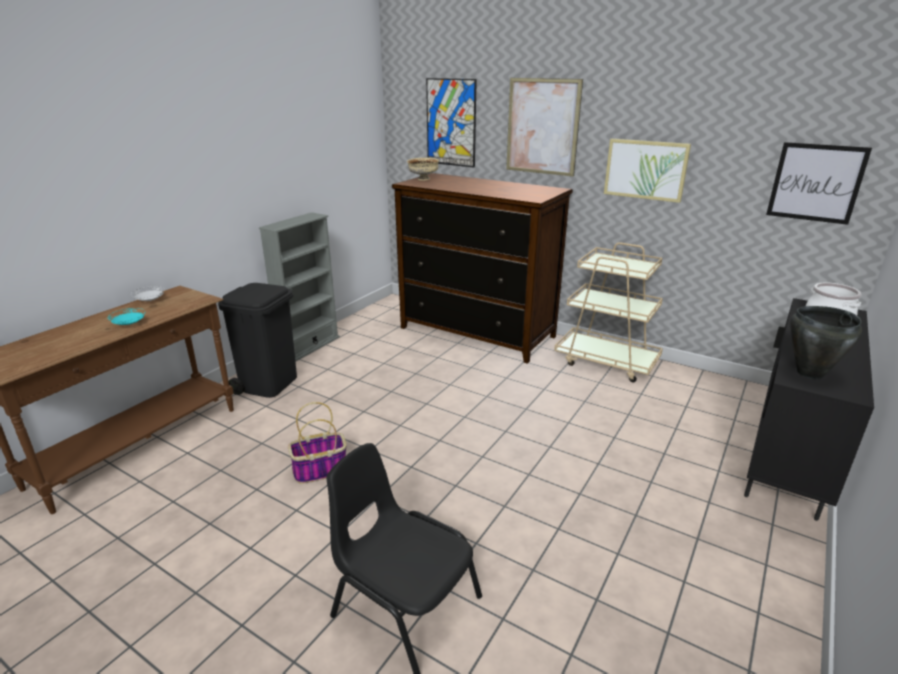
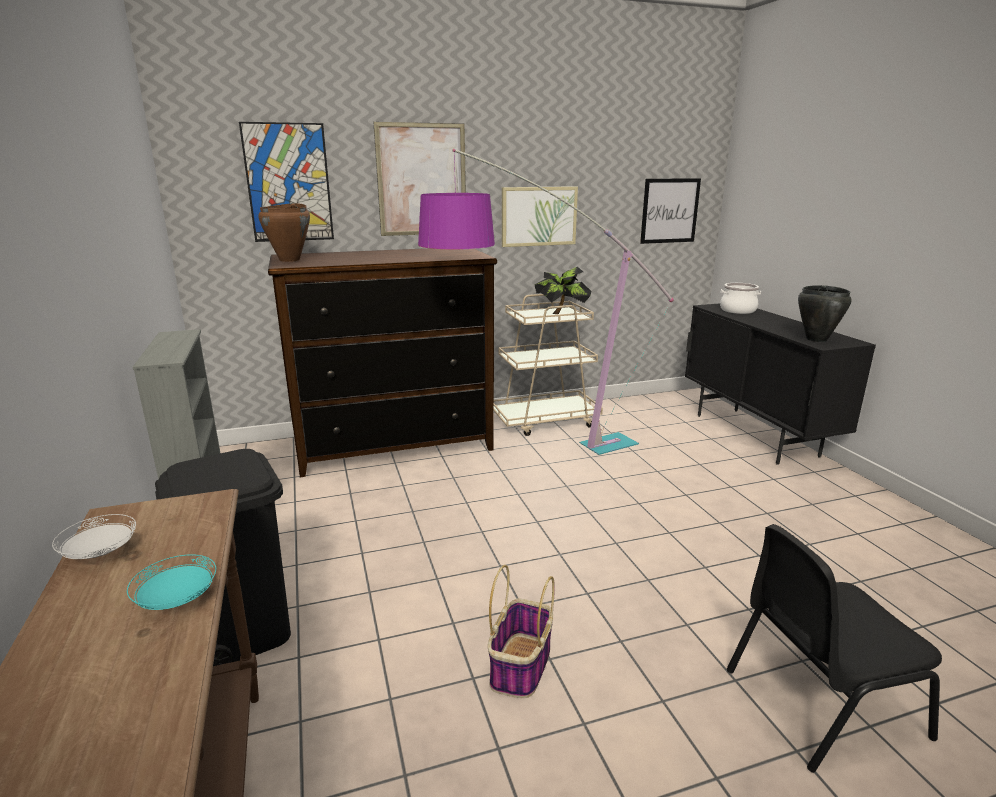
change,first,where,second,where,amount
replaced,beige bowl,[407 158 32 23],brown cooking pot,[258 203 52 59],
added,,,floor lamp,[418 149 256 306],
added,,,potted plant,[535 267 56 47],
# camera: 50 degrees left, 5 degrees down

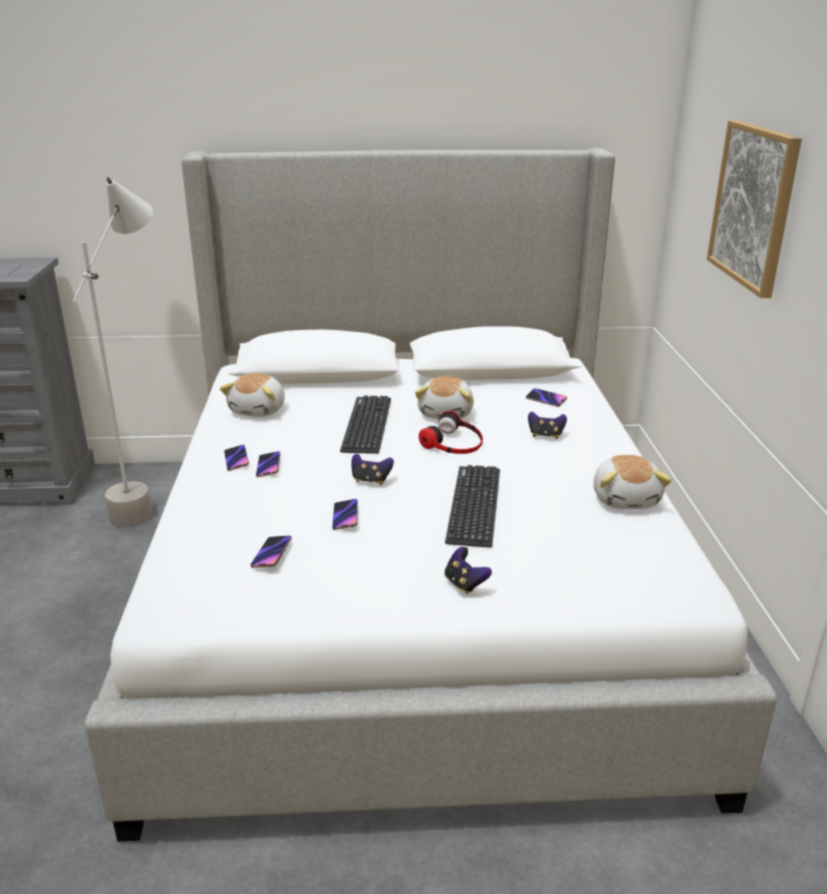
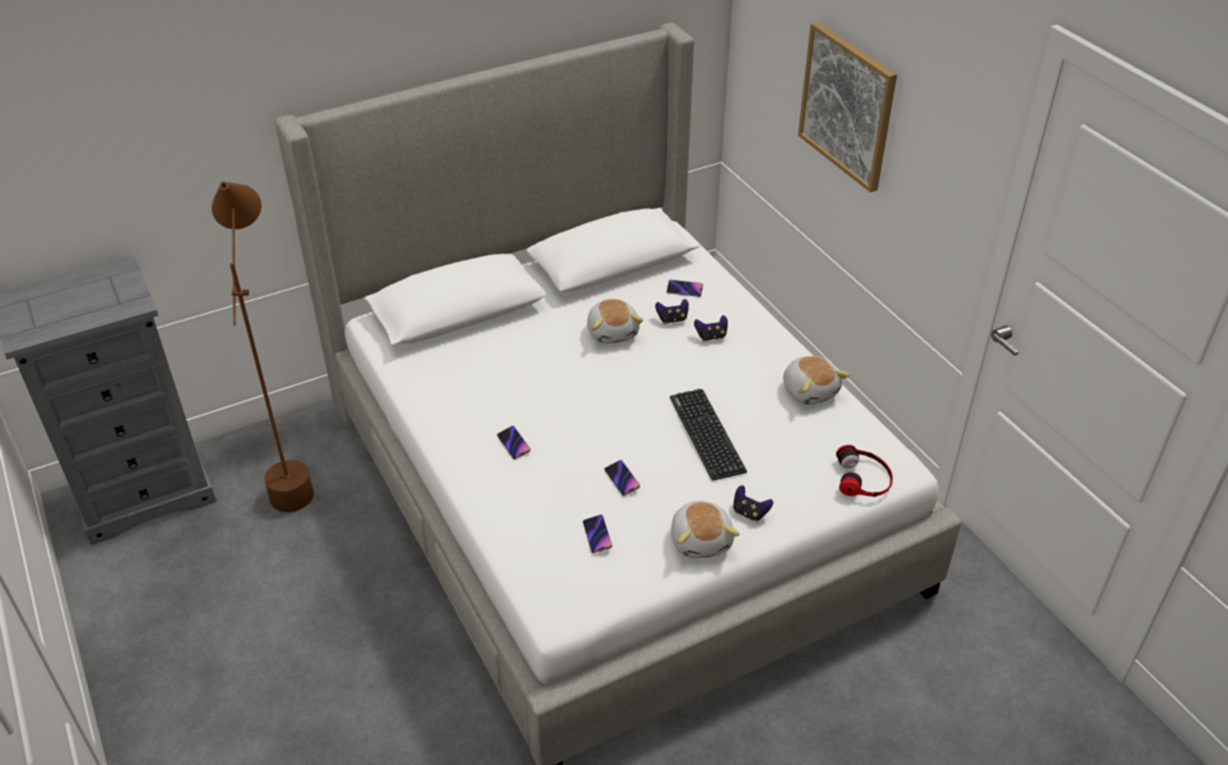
change,first,where,second,where,amount
recoloured,grey floor lamp,[73 177 80 350],brown floor lamp,[212 181 102 331],
moved,plush toy,[220 374 65 43],,[671 501 68 57],
removed,phone,[224 445 25 26],,,
removed,keyboard,[340 395 51 59],,,
moved,game controller,[351 453 43 32],,[655 299 34 25],
moved,headphones,[419 411 64 43],,[836 445 57 52],
# camera: 25 degrees left, 15 degrees up

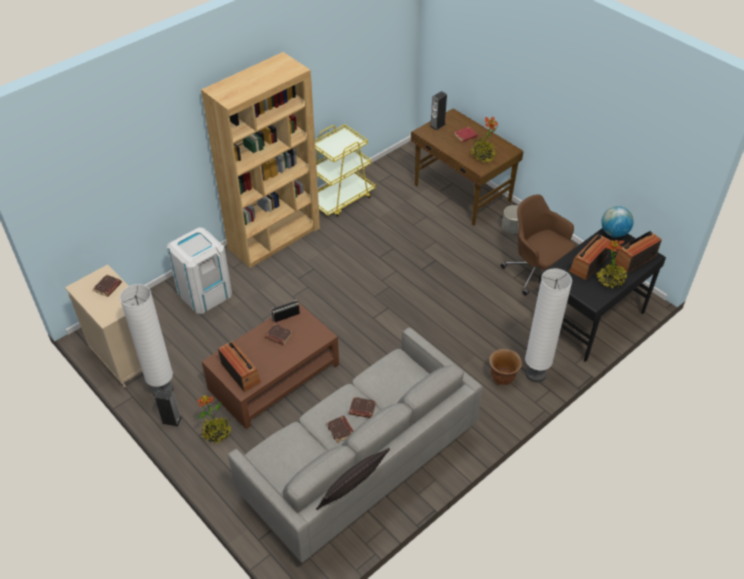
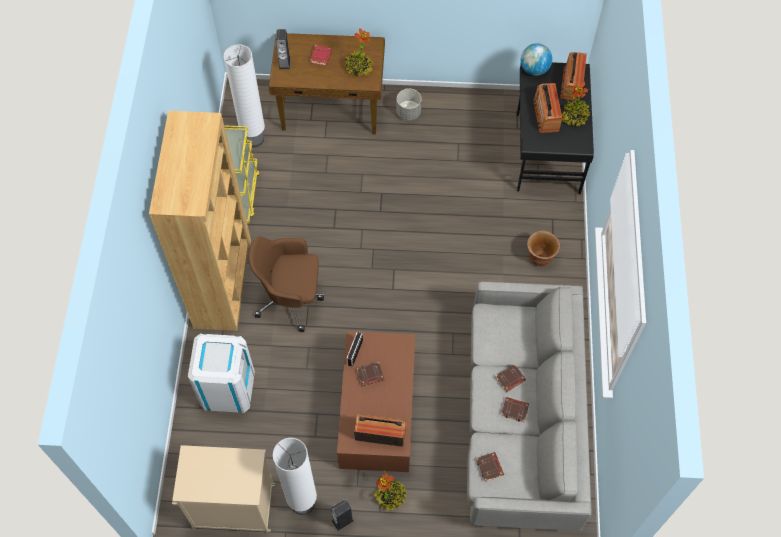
change,first,where,second,where,amount
moved,brown book,[93 275 29 22],,[476 452 28 30],
removed,pillow,[316 448 74 62],,,
moved,brown office chair,[500 194 75 102],,[249 236 75 96],
moved,white floor lamp,[525 269 47 113],,[224 44 41 103],
# camera: 45 degrees left, 15 degrees up

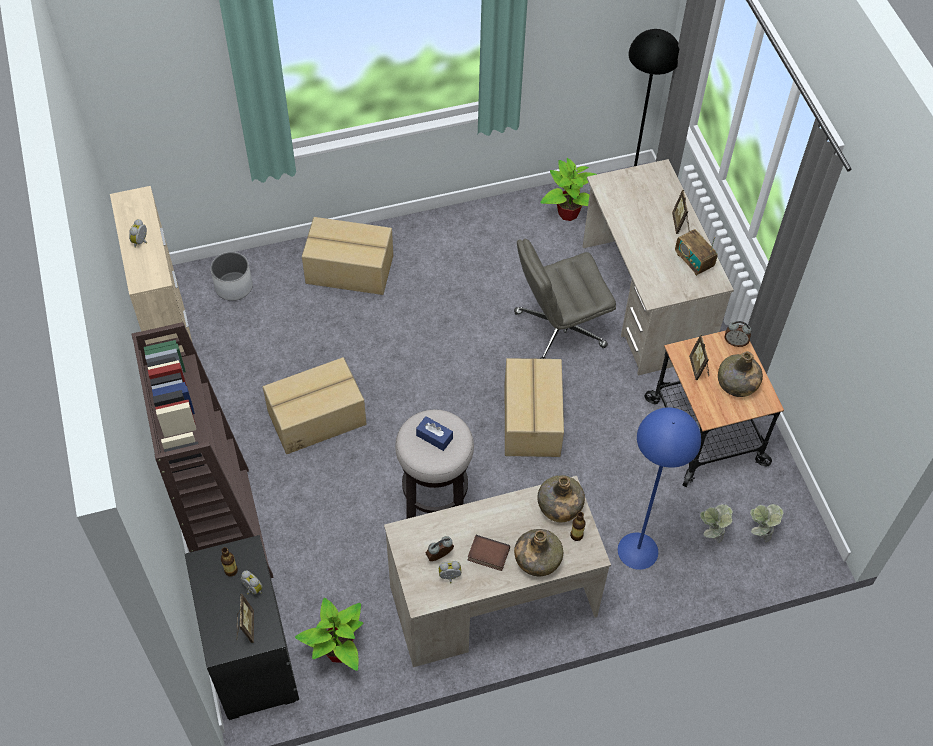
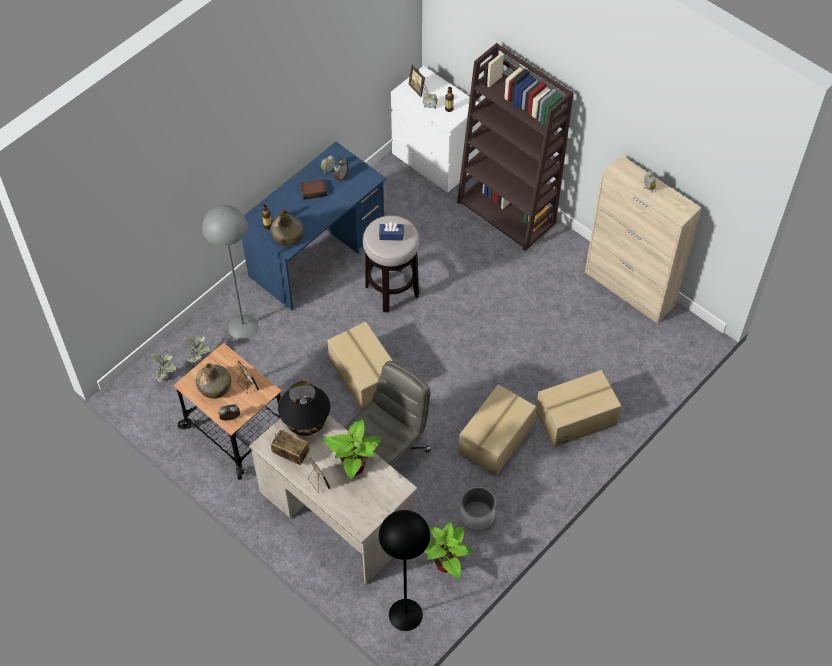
change,first,where,second,where,amount
recoloured,black dresser,[185 535 114 185],white dresser,[391 66 90 127],
moved,white planter,[211 252 42 49],,[460 487 36 43],
moved,cardboard box,[263 357 104 97],,[459 384 77 92],
moved,potted plant,[295 598 68 73],,[323 419 59 60],
recoloured,beige desk,[384 476 227 191],blue desk,[242 142 144 168],
removed,green bottle,[514 529 49 47],,,
recoloured,blue floor lamp,[618 407 83 163],grey floor lamp,[202 205 56 134],
added,,,black table lamp,[278 381 52 55],
# camera: 150 degrees right, 0 degrees up

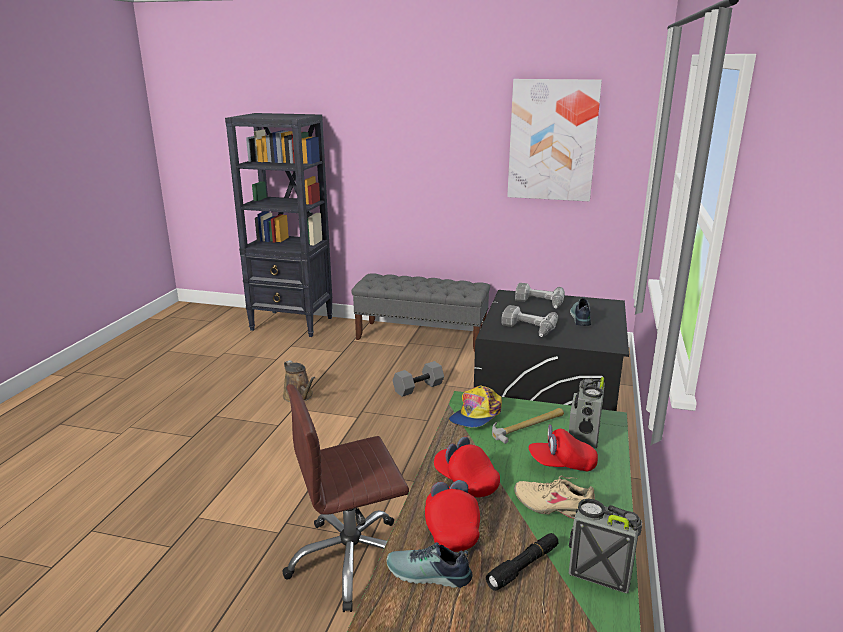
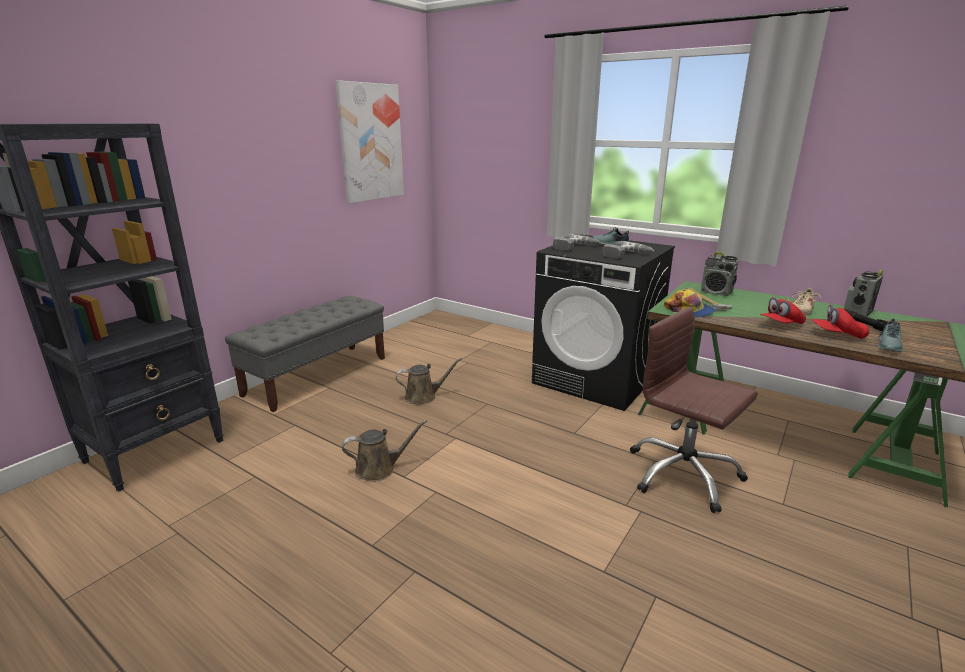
change,first,where,second,where,amount
turned,brown office chair,[282 384 127 228],,[630 306 128 207],135 degrees clockwise
replaced,grey dumbbell,[393 361 51 36],brown watering can,[396 358 66 47],
removed,red cap,[528 424 70 48],,,
# camera: 70 degrees left, 0 degrees up

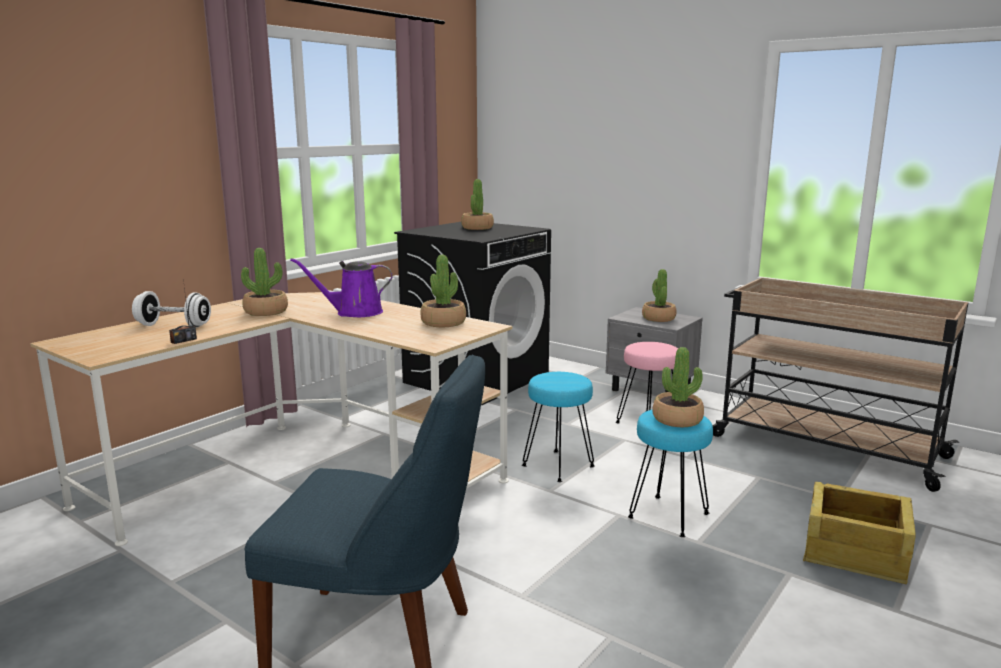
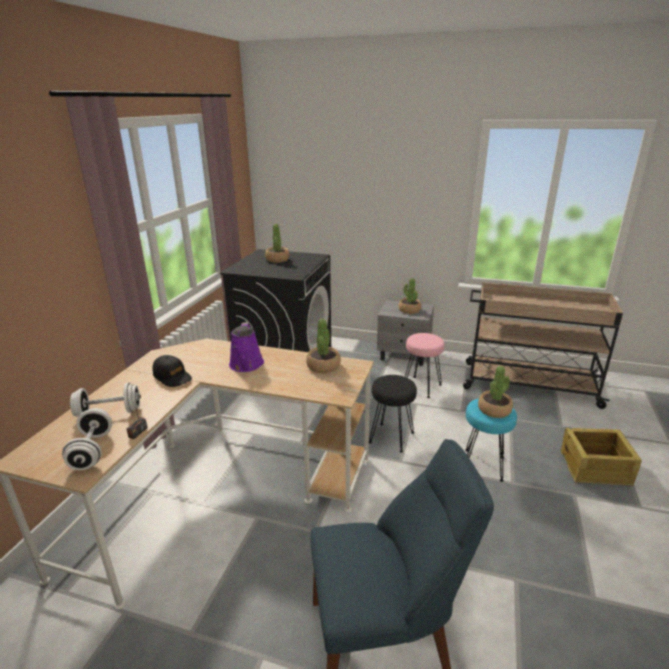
change,first,where,second,where,amount
replaced,potted plant,[241 248 47 68],black cap,[153 355 39 32],
turned,purple watering can,[290 258 102 59],,[229 322 35 50],60 degrees counterclockwise
recoloured,turquoise stool,[522 372 73 110],black stool,[369 375 48 78],
added,,,white dumbbell,[62 408 50 62],
# camera: 20 degrees left, 10 degrees up

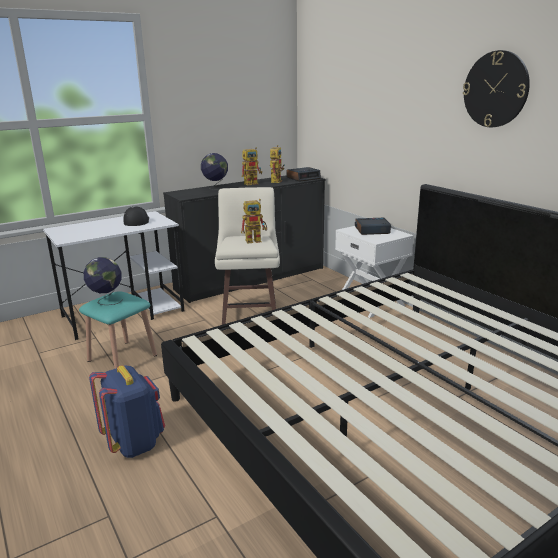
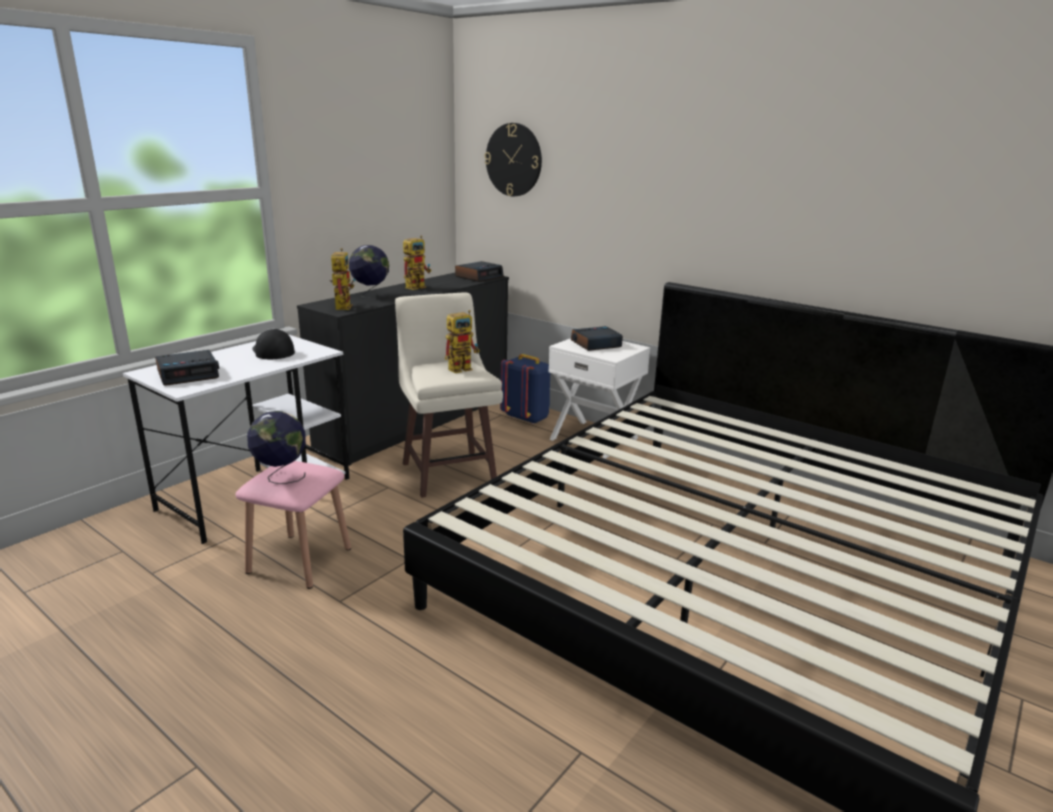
change,first,where,second,where,amount
recoloured,turquoise stool,[79 291 78 78],pink stool,[235 461 116 128],
moved,blue backpack,[89 366 76 92],,[500 354 50 70],
moved,toy robot,[270 145 15 38],,[329 248 27 62],
moved,wall clock,[463 50 67 77],,[485 123 57 73],
added,,,alarm clock,[155 350 64 36],
# camera: 20 degrees left, 0 degrees up

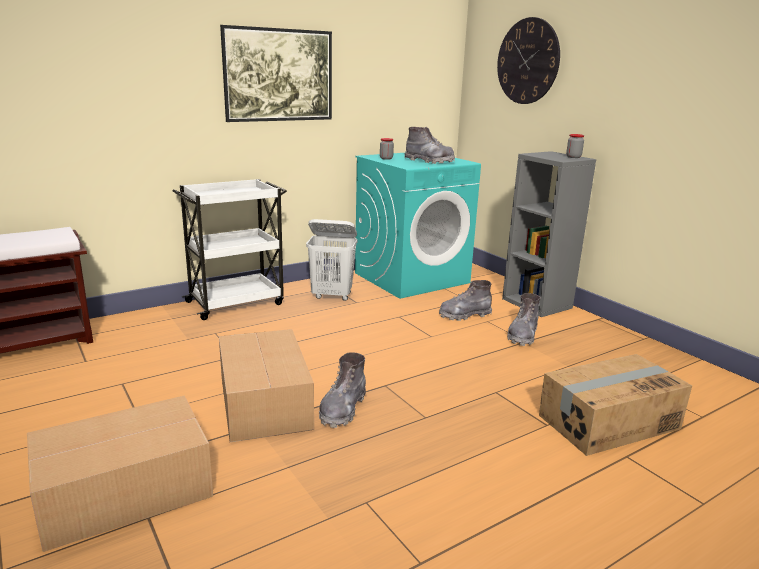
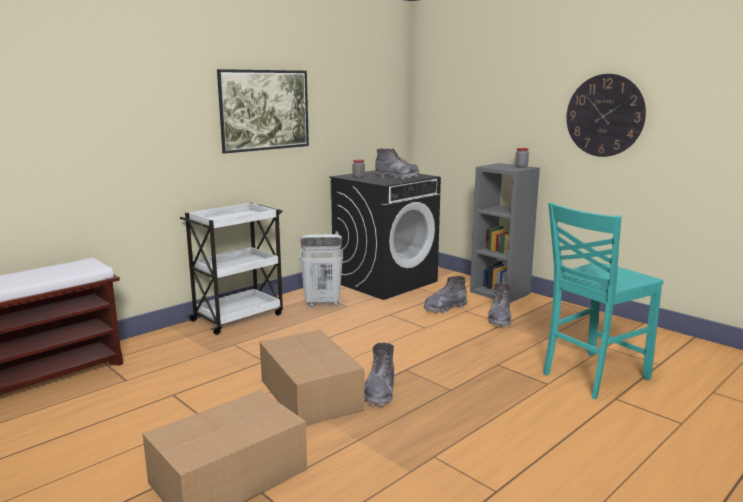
change,first,where,second,where,amount
recoloured,turquoise washing machine,[355 153 126 146],black washing machine,[329 170 112 130],
moved,wall clock,[497 17 63 87],,[566 74 80 83],
replaced,cardboard box,[539 354 153 102],turquoise chair,[543 202 121 197],
# camera: 10 degrees left, 5 degrees down

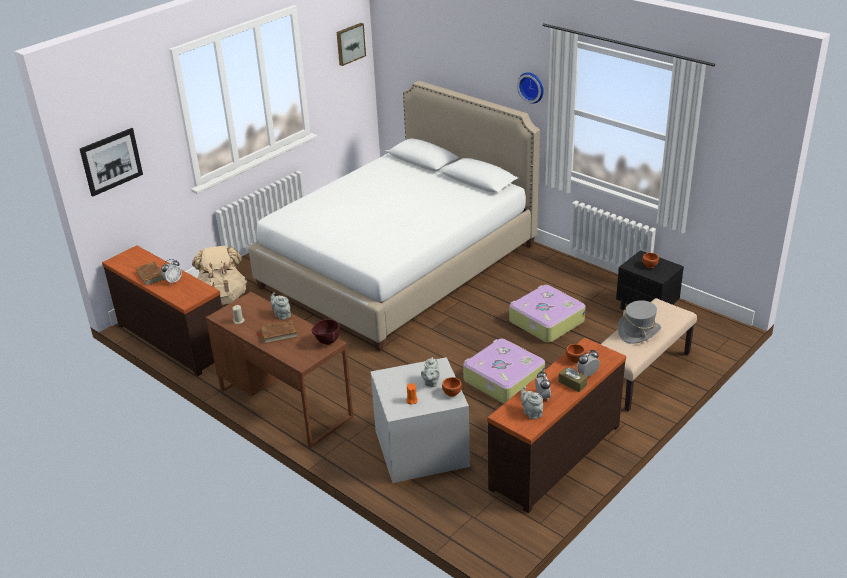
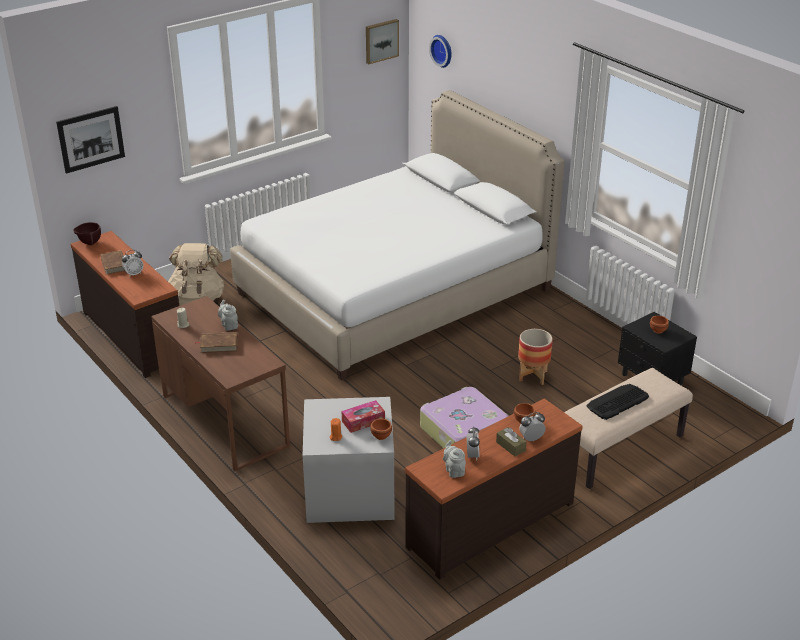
change,first,where,second,where,amount
moved,brown bowl,[311 319 29 26],,[73 222 28 23],
replaced,grey teapot,[421 357 19 30],tissue box,[342 400 43 33],
replaced,suitcase,[509 285 77 58],planter,[518 329 35 56],
moved,wall clock,[517 72 27 32],,[429 35 23 33],
replaced,grey hat,[618 300 43 44],keyboard,[586 384 63 36],
# camera: 10 degrees right, 0 degrees up

